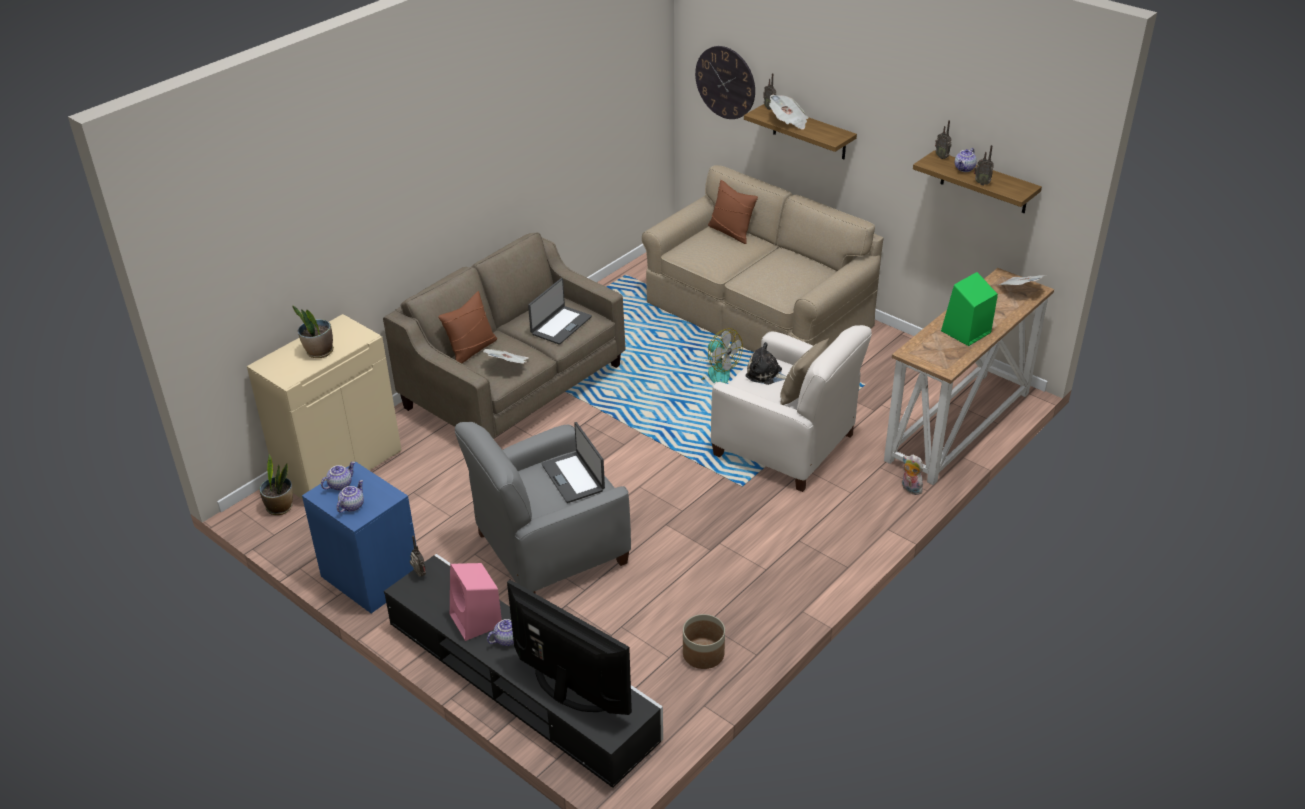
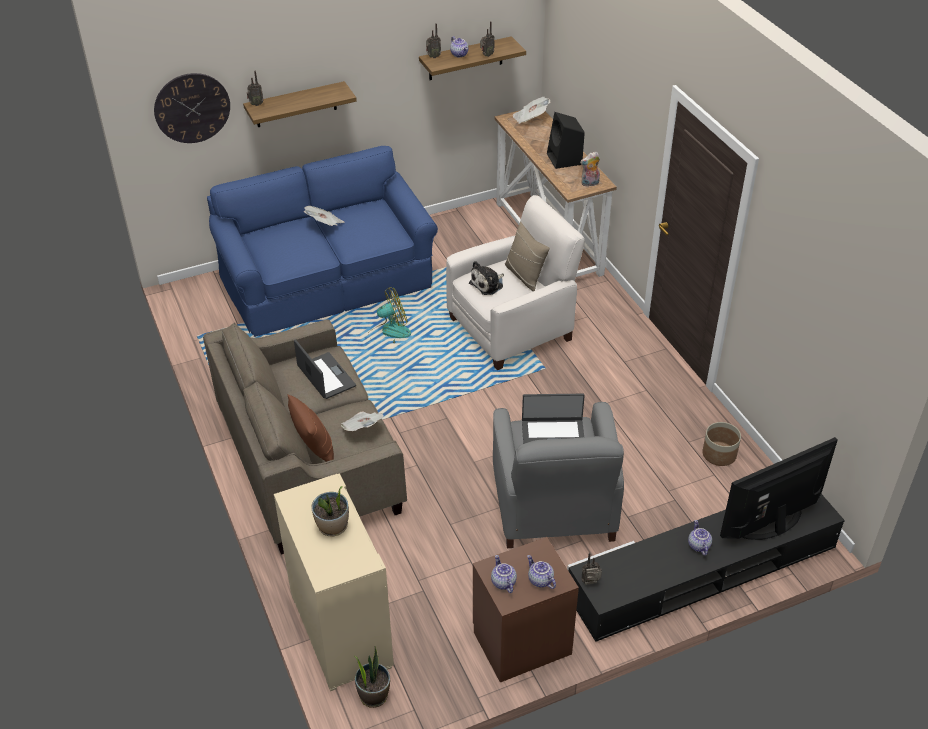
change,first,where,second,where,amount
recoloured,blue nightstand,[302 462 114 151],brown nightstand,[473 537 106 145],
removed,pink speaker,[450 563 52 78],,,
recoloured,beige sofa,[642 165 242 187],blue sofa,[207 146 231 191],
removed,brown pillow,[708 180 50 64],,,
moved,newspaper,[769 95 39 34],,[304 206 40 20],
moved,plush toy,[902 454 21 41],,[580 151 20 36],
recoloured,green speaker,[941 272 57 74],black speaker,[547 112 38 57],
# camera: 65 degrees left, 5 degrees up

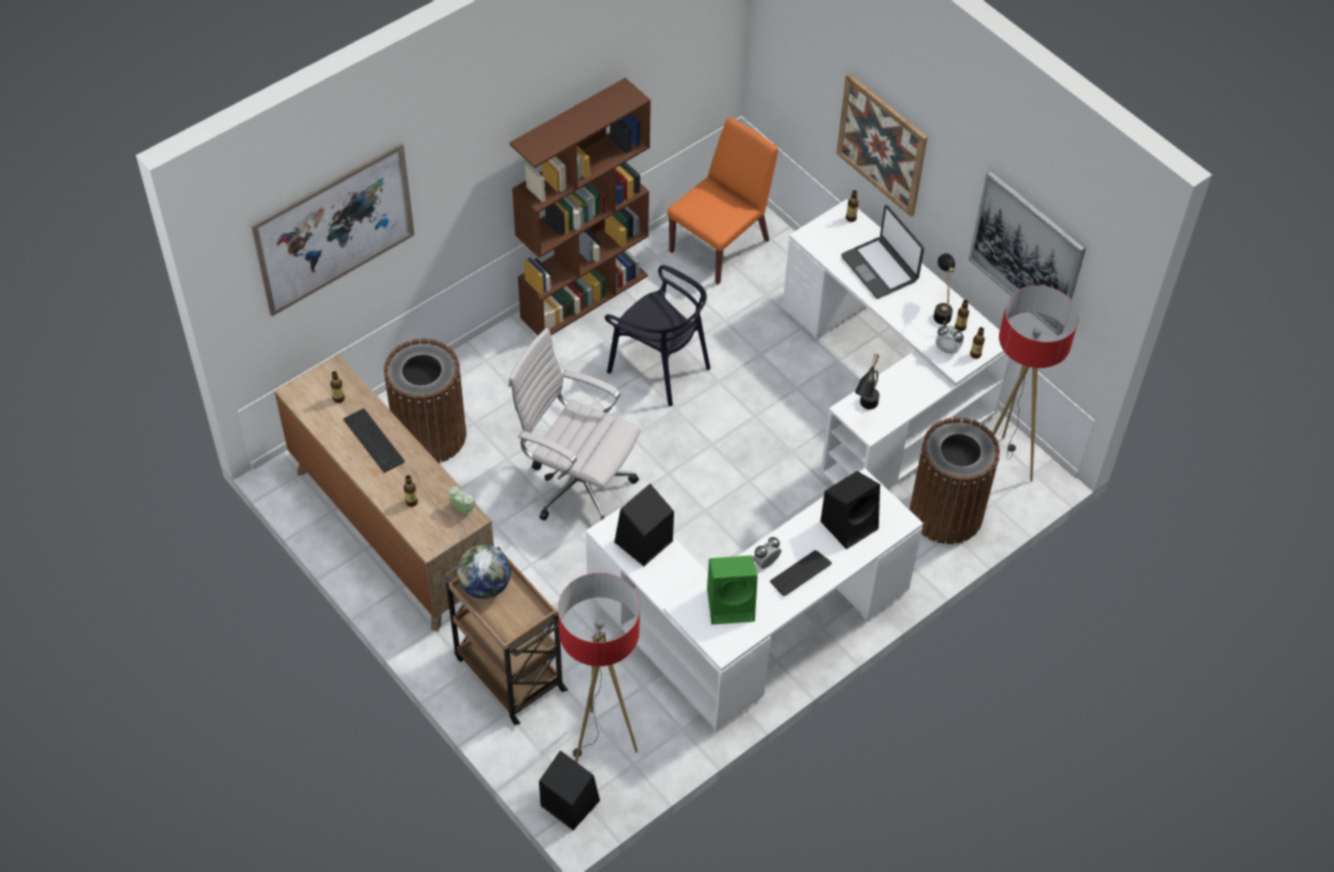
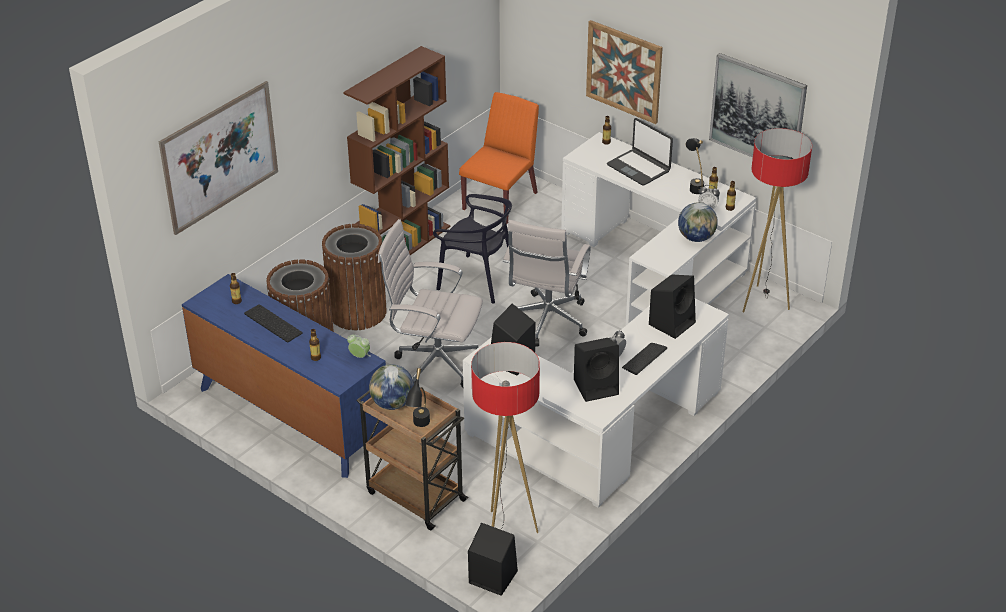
change,first,where,second,where,amount
recoloured,brown dresser,[274 354 220 278],blue dresser,[182 274 206 204],
recoloured,green speaker,[707 555 51 70],black speaker,[574 338 45 64],
moved,black table lamp,[855 354 24 55],,[405 368 25 59],
moved,brown trash can,[910 417 90 127],,[322 224 65 106],
added,,,white office chair,[503 220 88 126],
added,,,globe,[678 202 40 40],
# camera: 10 degrees left, 15 degrees down

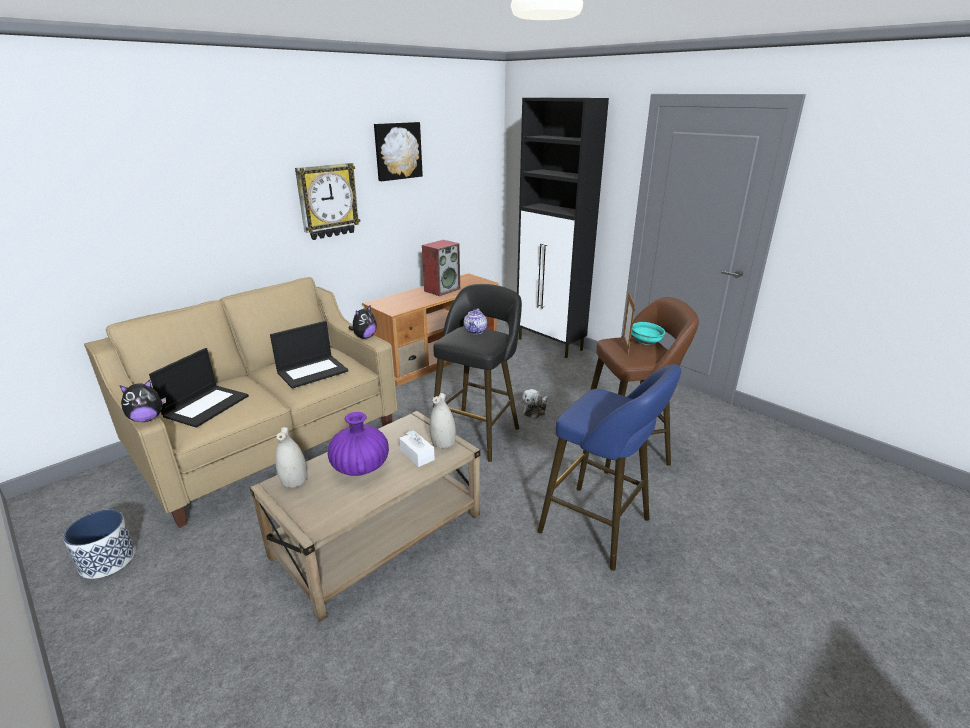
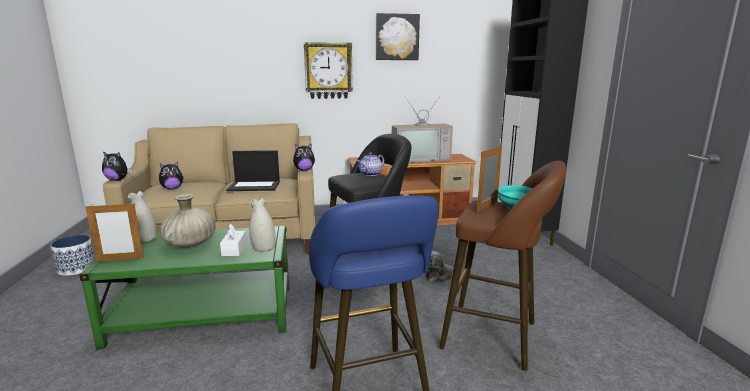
change,first,where,second,where,amount
replaced,laptop,[149 348 100 80],plush toy,[159 162 25 27],
recoloured,beige coffee table,[250 411 230 211],green coffee table,[79 226 210 124],
recoloured,purple vase,[328 412 61 64],beige vase,[160 194 56 54],
replaced,speaker,[422 240 38 56],television,[392 95 61 68],
added,,,picture frame,[85 203 58 59],
# camera: 35 degrees right, 10 degrees down

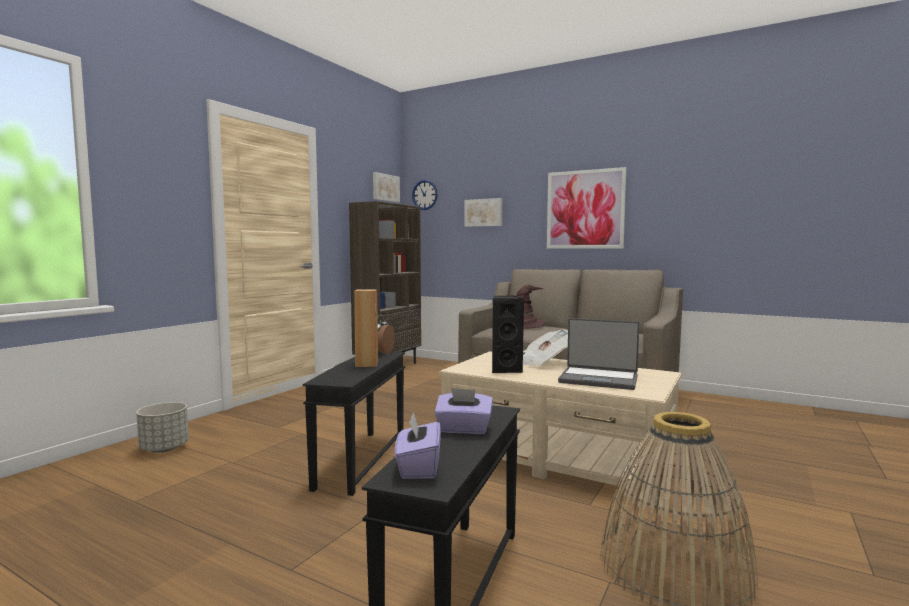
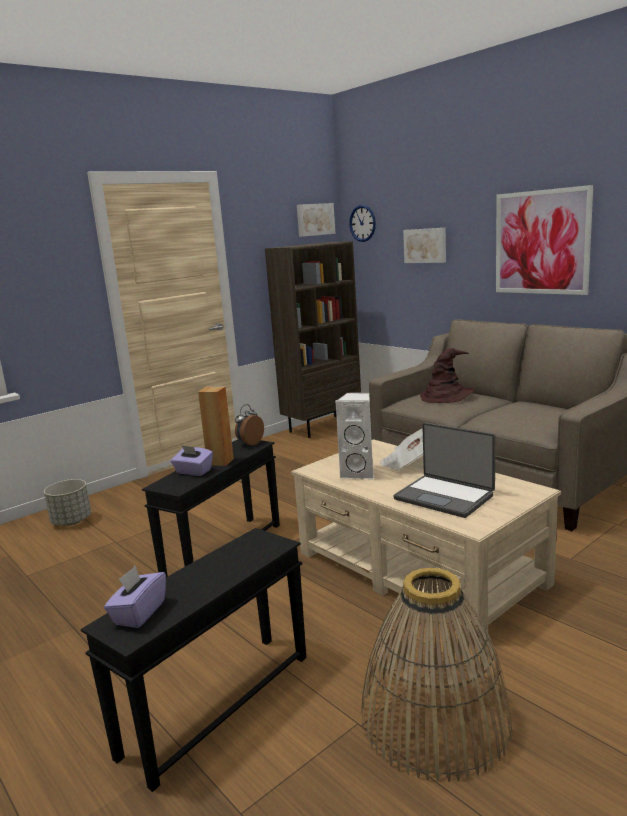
change,first,where,second,where,amount
moved,purple tissue box,[435 388 58 46],,[171 445 42 31],
recoloured,black speaker,[492 296 32 77],white speaker,[336 392 38 87],
# camera: 20 degrees right, 10 degrees up

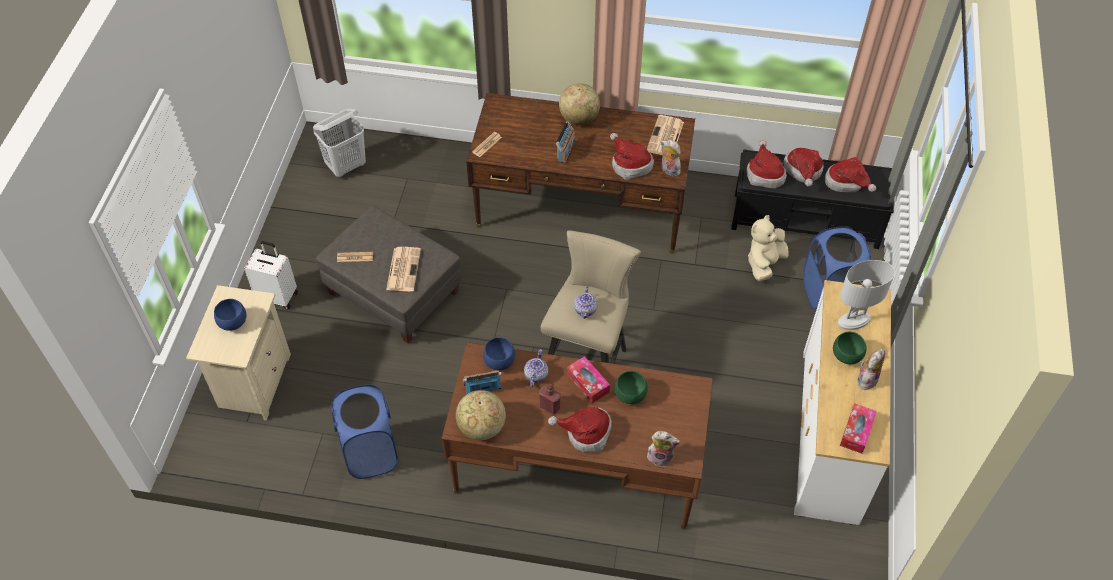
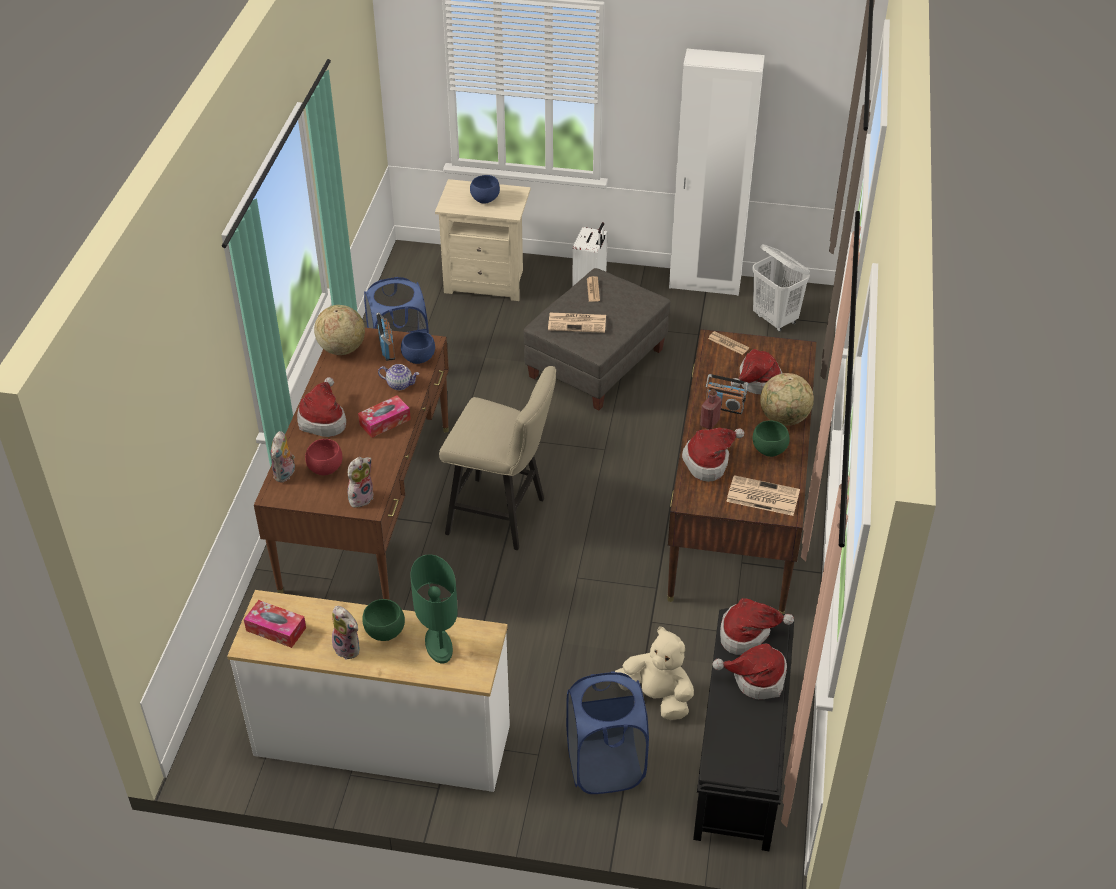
change,first,where,second,where,amount
moved,red bottle,[539 384 22 31],,[700 389 22 40],
removed,teapot,[574 286 23 33],,,
moved,green bowl,[615 371 33 33],,[753 421 37 36],
moved,plush toy,[661 140 20 37],,[348 457 26 51],
moved,hat,[825 157 51 35],,[731 349 51 46],
recoloured,white table lamp,[838 260 57 70],green table lamp,[411 554 47 110],
added,,,red bowl,[305 439 38 36],
added,,,white wardrobe,[669 49 96 247],
# camera: 90 degrees right, 10 degrees down

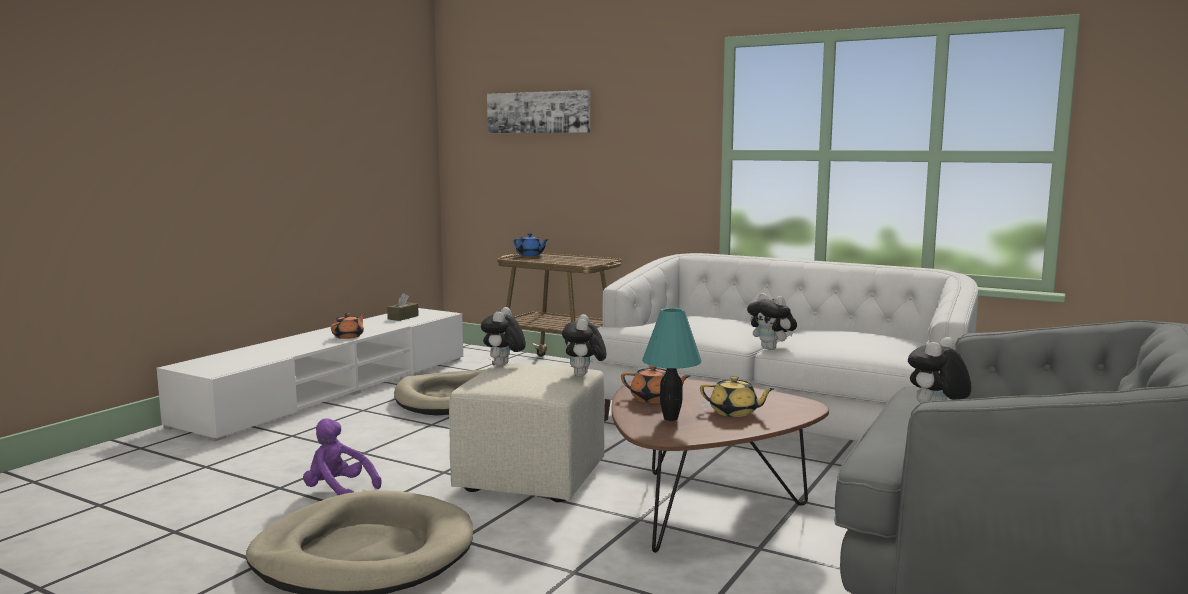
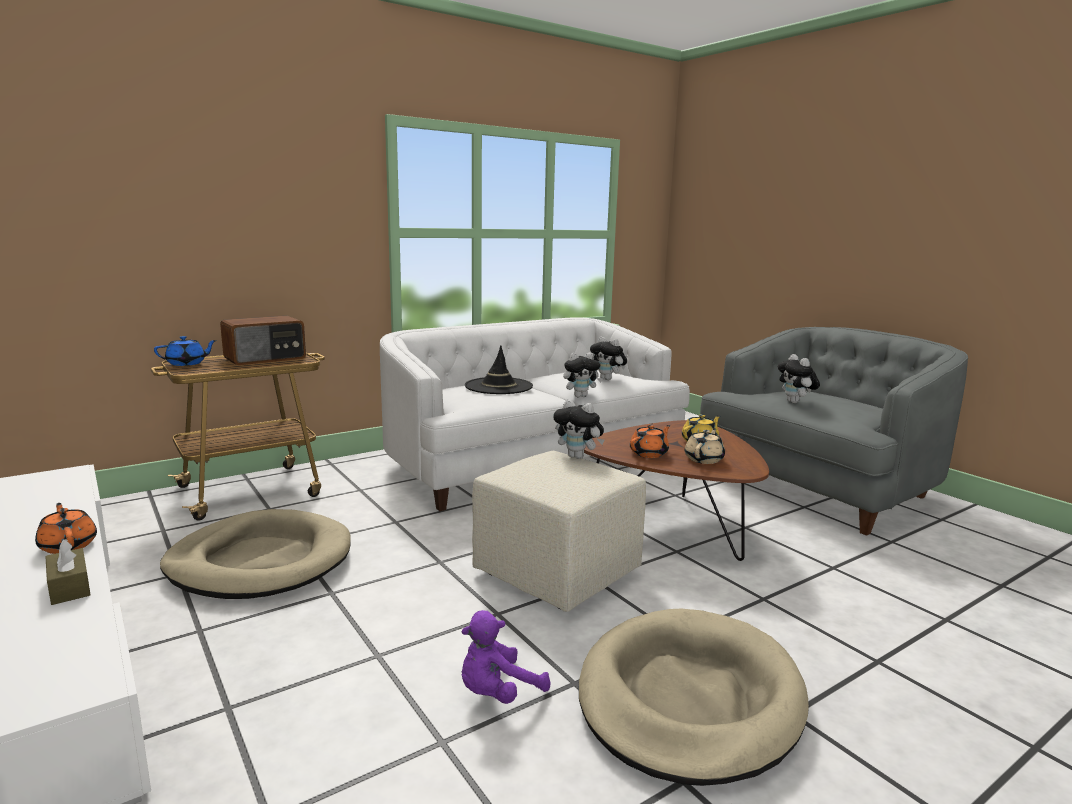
change,first,where,second,where,amount
moved,brown tissue box,[387 293 32 28],,[45 539 46 66],
moved,plush toy,[481 307 45 59],,[590 337 37 43],
removed,picture,[487 90 103 43],,,
replaced,turquoise table lamp,[642 308 60 113],beige teapot,[685 428 40 36],
added,,,radio,[220 316 86 49],
added,,,black hat,[465 346 68 48],
# camera: 65 degrees left, 5 degrees up

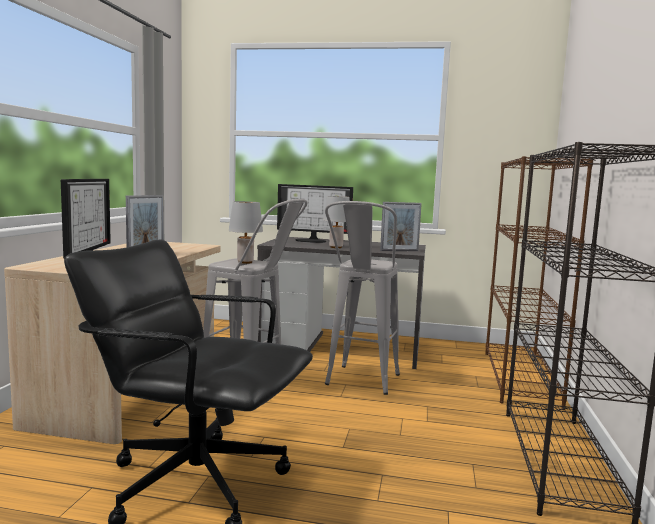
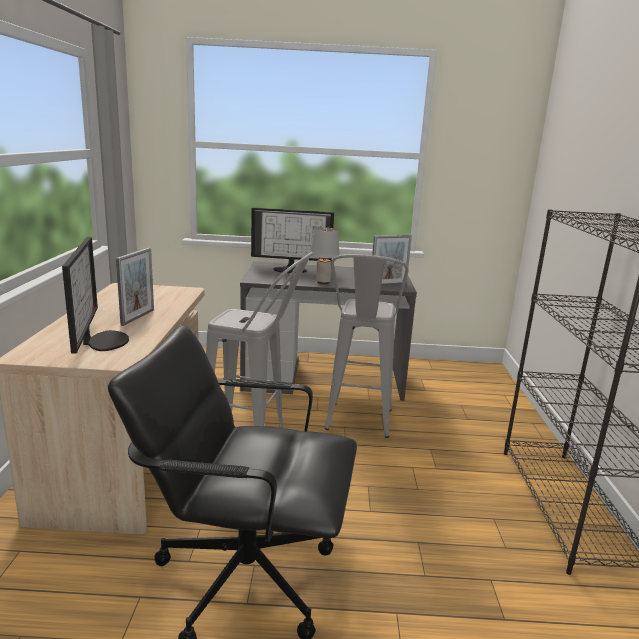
change,first,where,second,where,amount
removed,grey table lamp,[229 201 34 63],,,
removed,brown bookcase,[485 156 108 254],,,
# camera: 10 degrees left, 10 degrees up

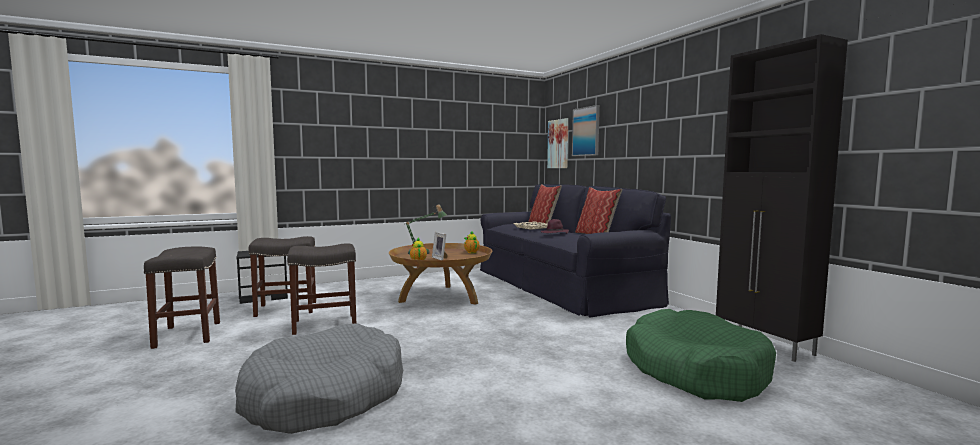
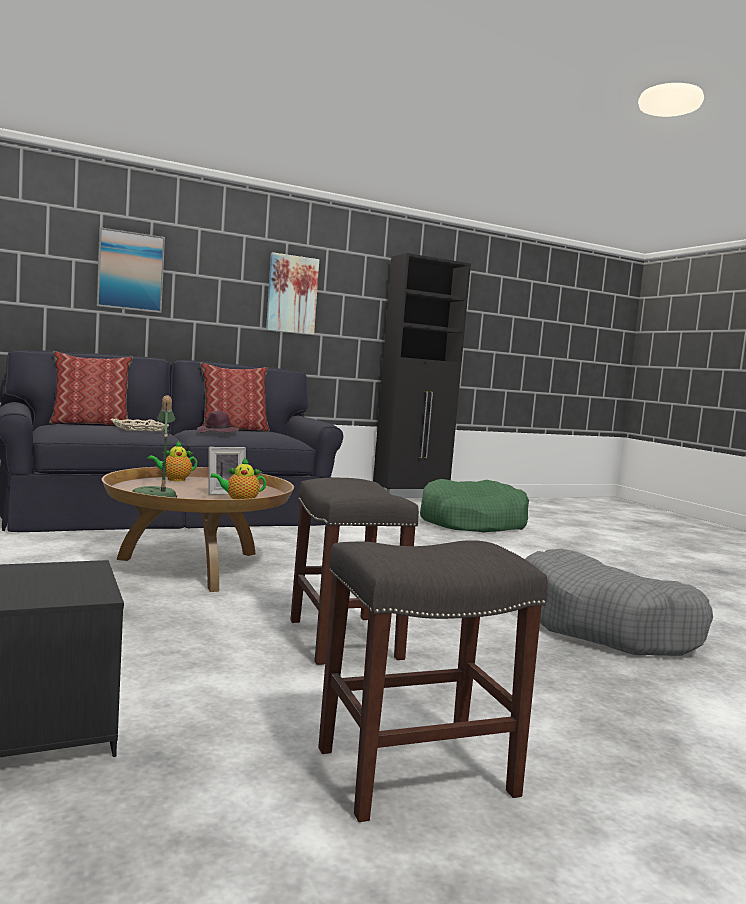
change,first,where,second,where,amount
removed,grey stool,[248 236 68 81],,,
moved,picture,[547 118 21 50],,[266 252 53 83],
# camera: 90 degrees left, 0 degrees up

